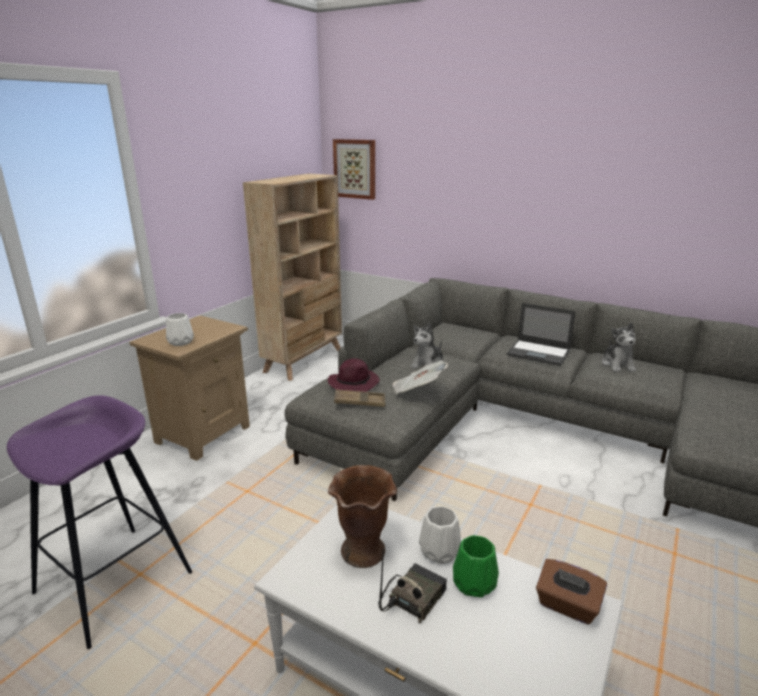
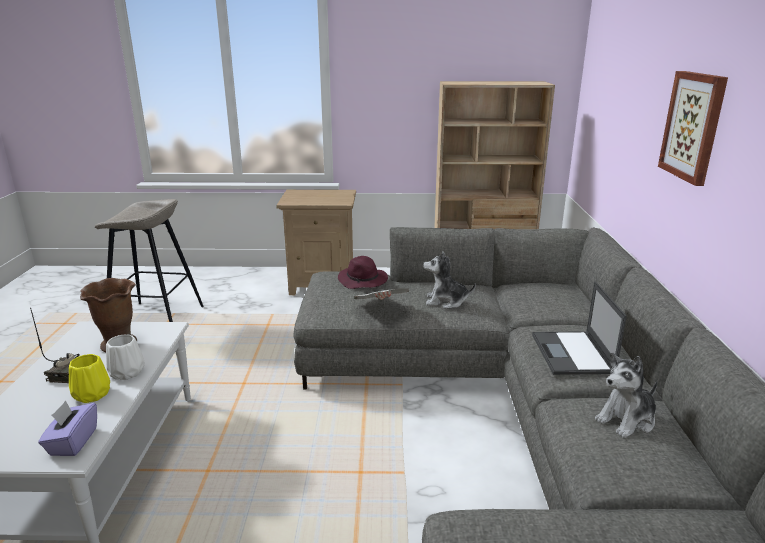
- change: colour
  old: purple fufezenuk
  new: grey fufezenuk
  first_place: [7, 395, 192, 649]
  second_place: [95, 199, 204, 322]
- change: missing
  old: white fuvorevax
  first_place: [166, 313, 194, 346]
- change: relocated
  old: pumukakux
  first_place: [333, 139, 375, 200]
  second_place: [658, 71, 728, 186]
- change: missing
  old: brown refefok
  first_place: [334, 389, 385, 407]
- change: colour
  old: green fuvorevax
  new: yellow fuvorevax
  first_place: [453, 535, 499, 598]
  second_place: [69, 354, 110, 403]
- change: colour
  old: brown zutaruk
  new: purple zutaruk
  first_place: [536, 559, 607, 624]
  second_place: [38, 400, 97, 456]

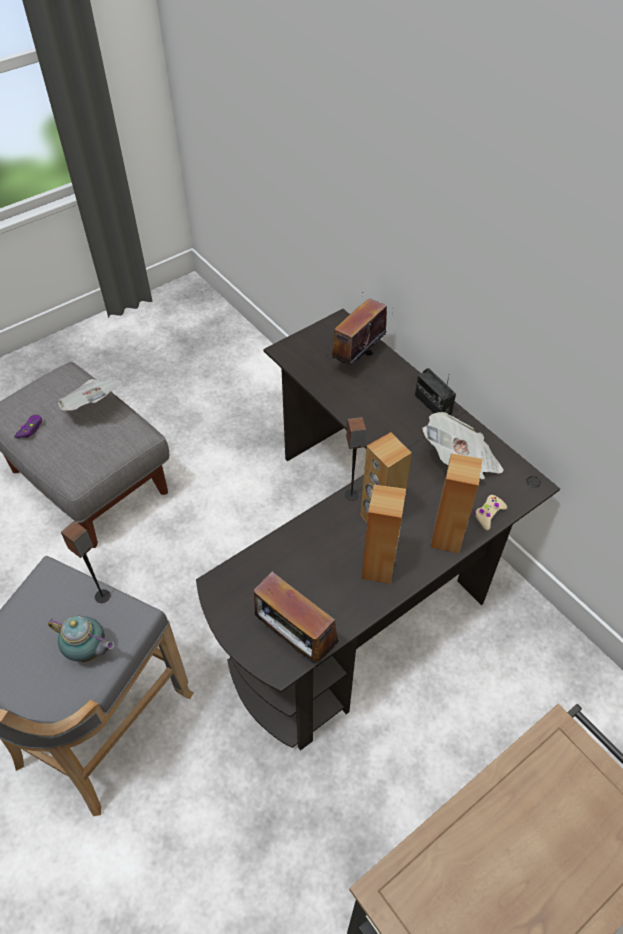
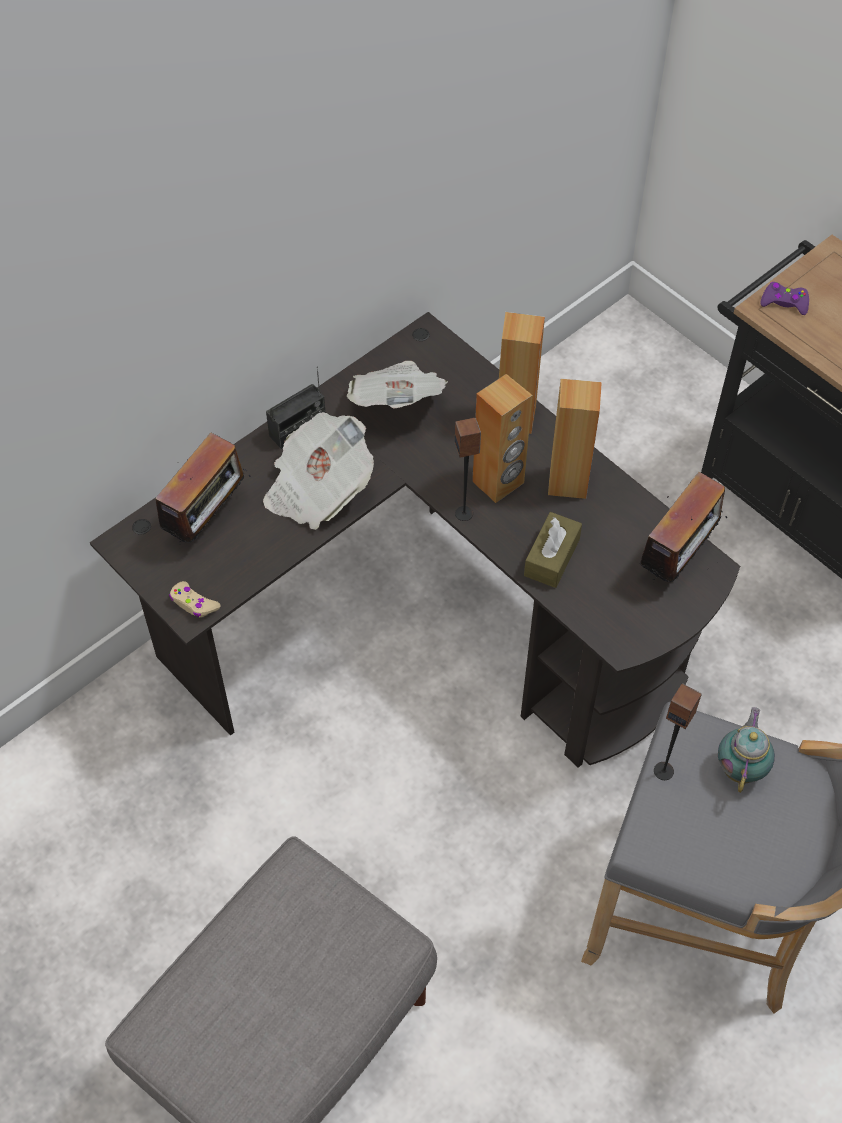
- change: relocated
  old: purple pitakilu
  first_place: [14, 415, 42, 438]
  second_place: [760, 282, 809, 315]
- change: relocated
  old: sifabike
  first_place: [58, 379, 122, 411]
  second_place: [263, 412, 374, 530]
- change: spun
  old: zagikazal
  first_place: [327, 292, 387, 365]
  second_place: [147, 433, 251, 543]
  degrees: -90
- change: relocated
  old: beige pitakilu
  first_place: [474, 495, 507, 530]
  second_place: [169, 581, 221, 617]
- change: appeared
  new: brown zutaruk
  second_place: [524, 512, 582, 588]

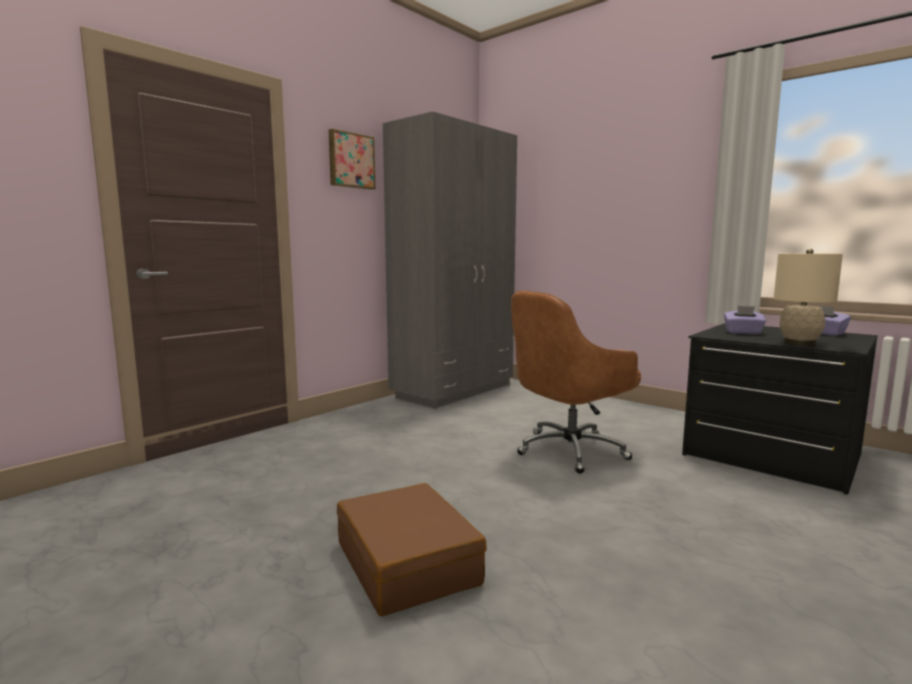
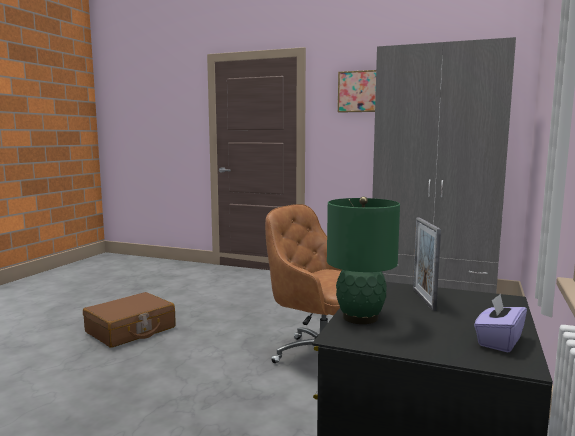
- change: exchanged
  old: purple zutaruk
  new: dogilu
  first_place: [724, 306, 766, 334]
  second_place: [413, 217, 441, 311]
- change: colour
  old: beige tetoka
  new: green tetoka
  first_place: [774, 249, 843, 346]
  second_place: [327, 196, 400, 324]

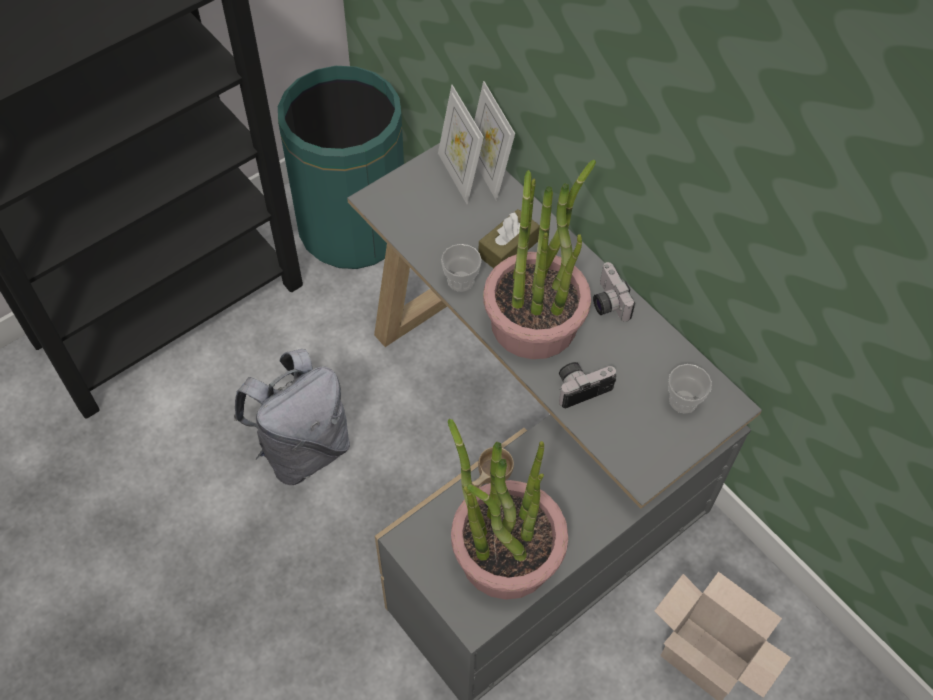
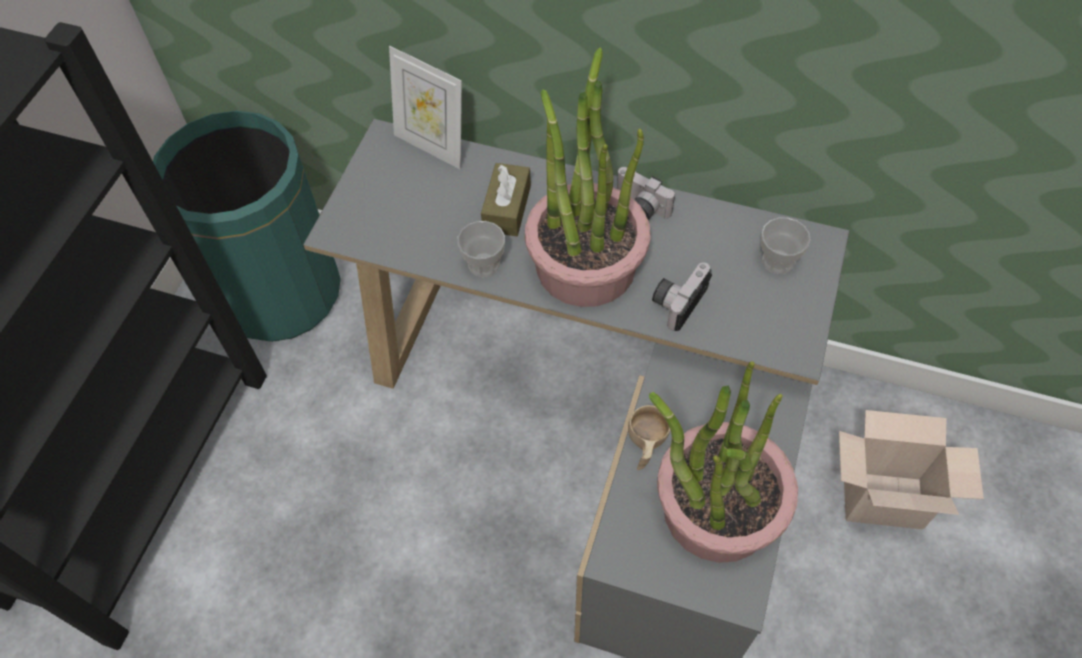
- change: missing
  old: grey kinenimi
  first_place: [234, 349, 350, 485]
- change: missing
  old: dogilu
  first_place: [438, 85, 484, 204]

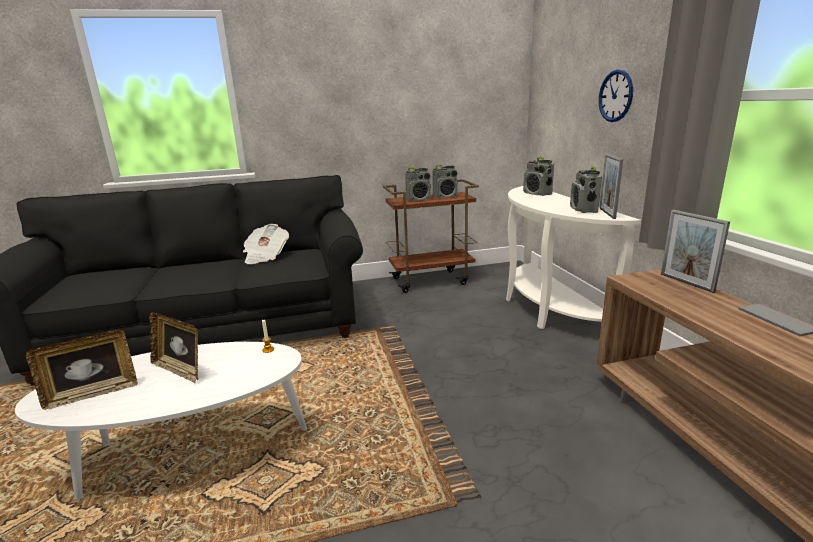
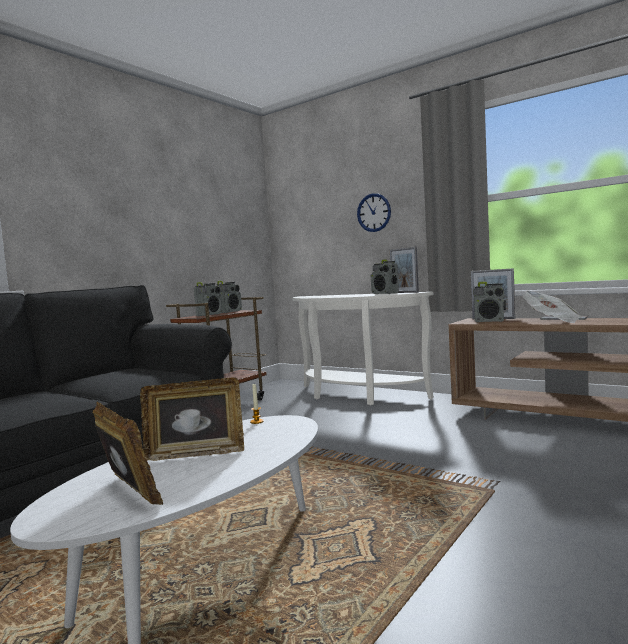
- change: spun
  old: dogilu
  first_place: [26, 329, 138, 410]
  second_place: [92, 401, 163, 505]
  degrees: -60
- change: relocated
  old: sifabike
  first_place: [243, 224, 289, 264]
  second_place: [523, 291, 582, 323]
- change: relocated
  old: zagikazal
  first_place: [523, 157, 554, 196]
  second_place: [473, 282, 506, 322]

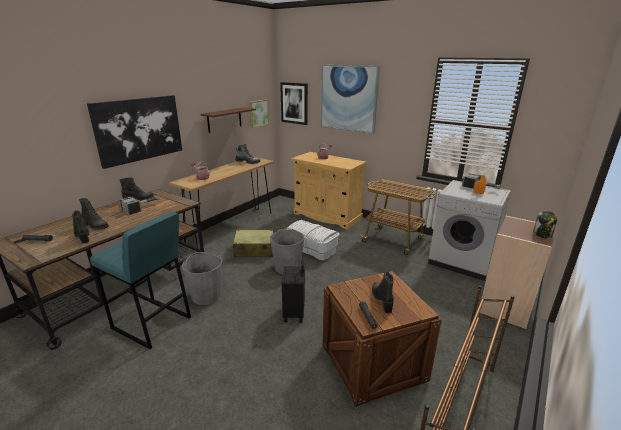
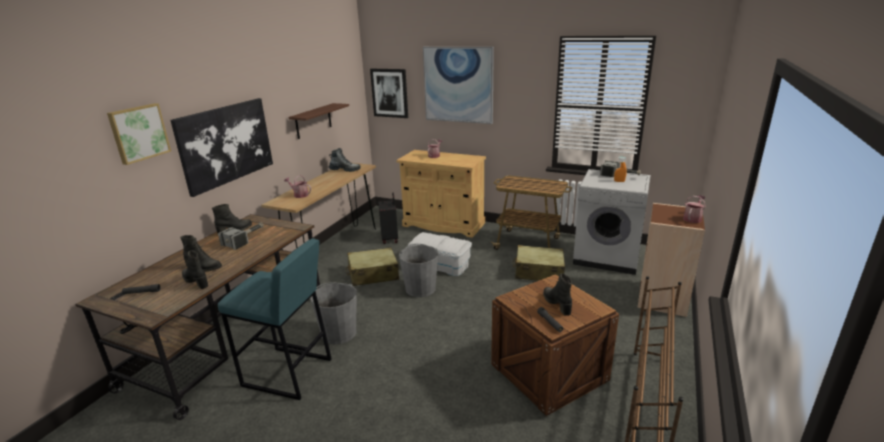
- change: relocated
  old: pumukakux
  first_place: [249, 99, 269, 128]
  second_place: [107, 103, 171, 165]
- change: relocated
  old: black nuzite
  first_place: [282, 259, 305, 323]
  second_place: [378, 193, 398, 244]
- change: exchanged
  old: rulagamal
  new: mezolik
  first_place: [533, 211, 557, 238]
  second_place: [683, 195, 706, 223]
- change: appeared
  new: beige nuzite
  second_place: [513, 245, 565, 281]

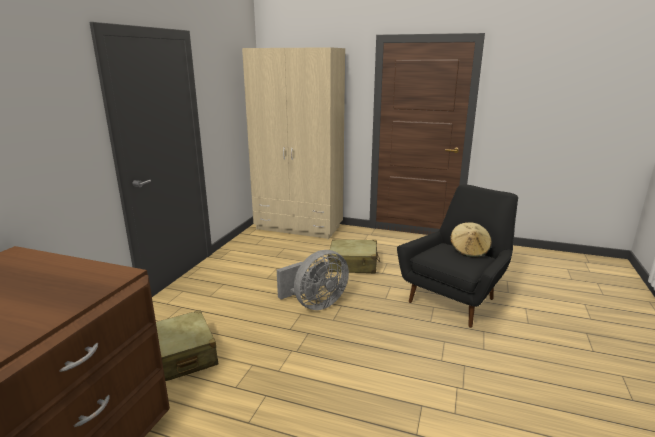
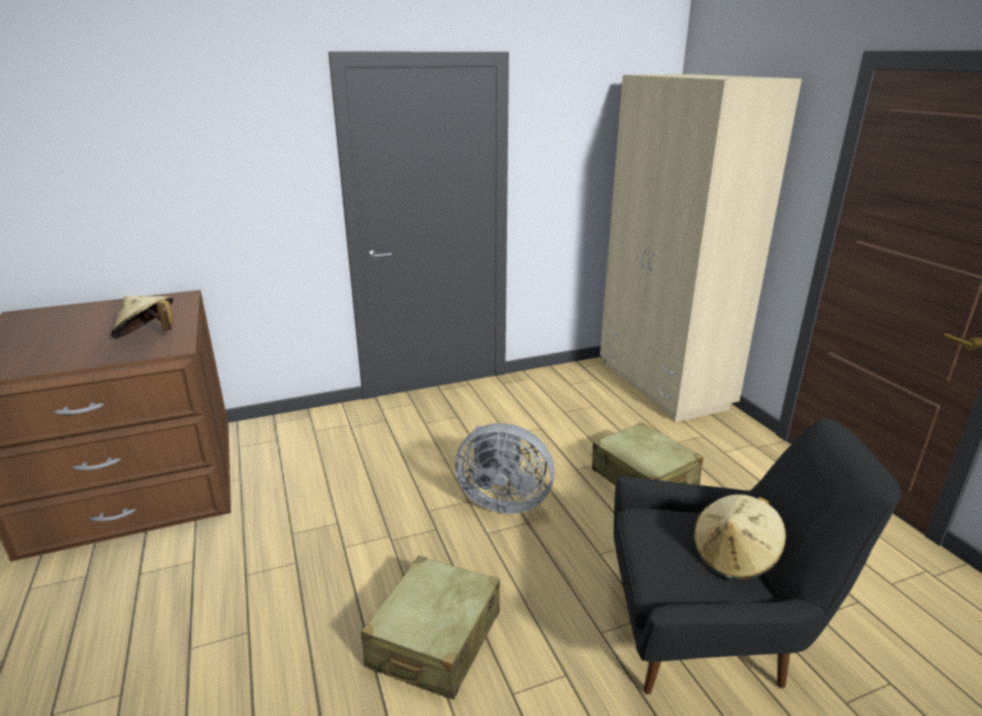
- change: relocated
  old: beige nuzite
  first_place: [156, 310, 219, 381]
  second_place: [361, 556, 500, 700]
- change: appeared
  new: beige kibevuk
  second_place: [111, 295, 173, 338]

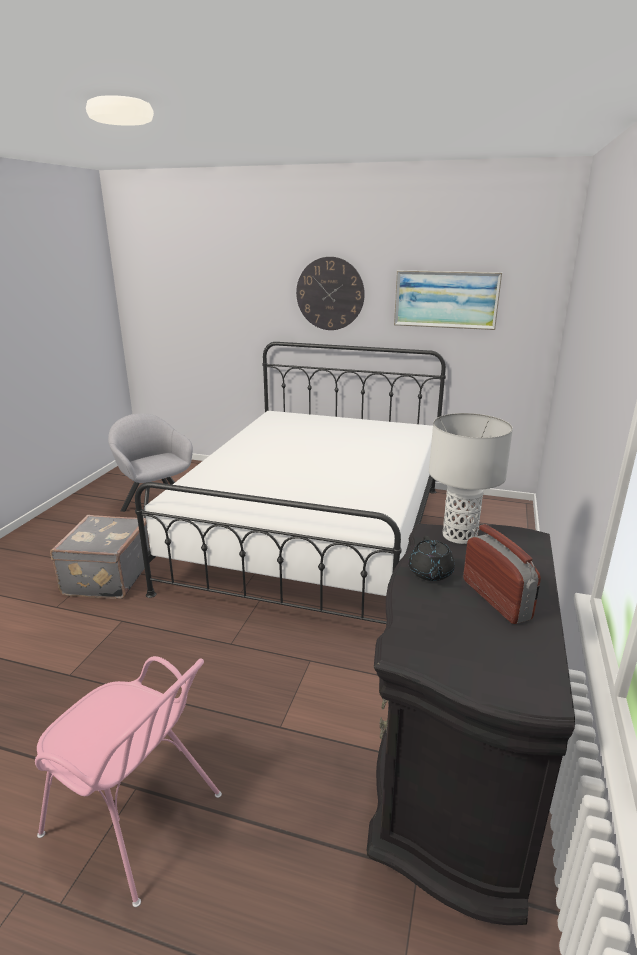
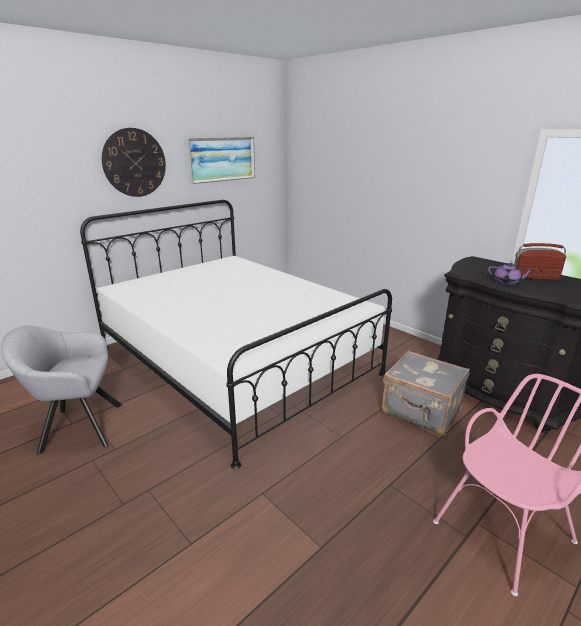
- change: relocated
  old: grey nuzite
  first_place: [50, 515, 150, 599]
  second_place: [382, 351, 470, 436]
- change: colour
  old: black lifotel
  new: purple lifotel
  first_place: [408, 536, 455, 581]
  second_place: [488, 263, 534, 285]
- change: missing
  old: white tetoka
  first_place: [429, 413, 513, 544]

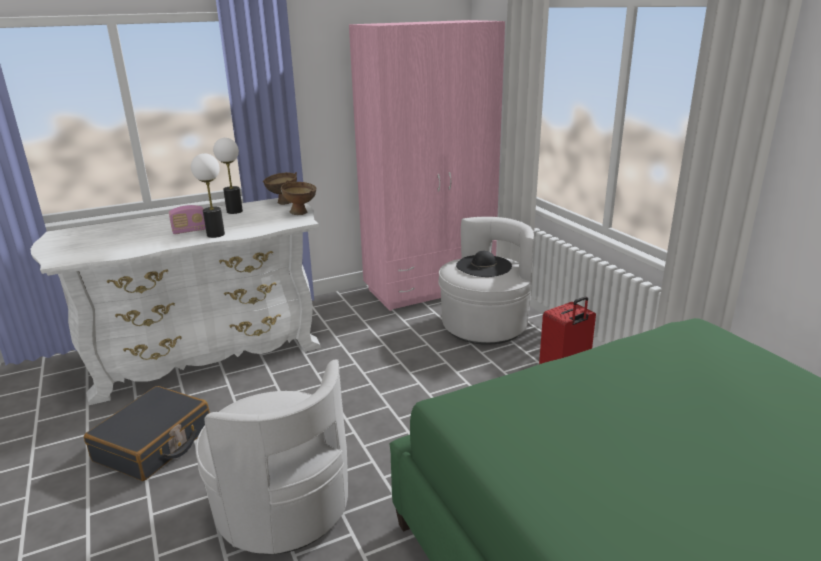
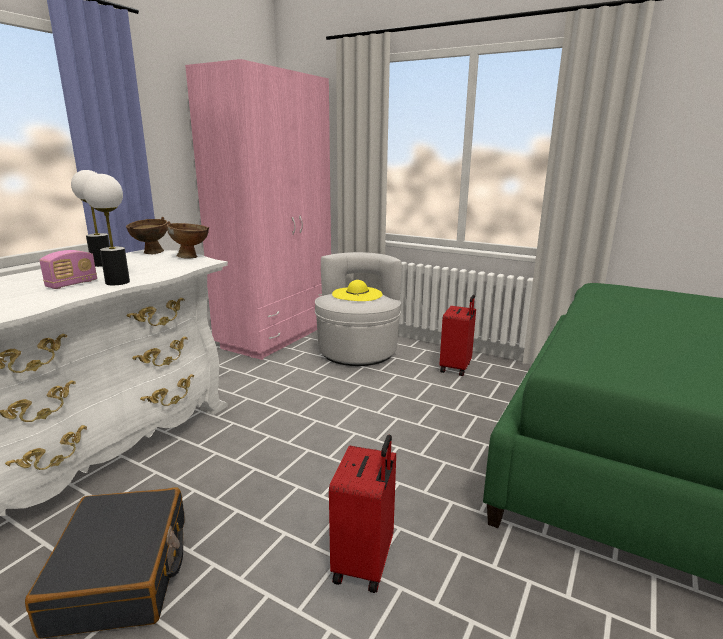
- change: exchanged
  old: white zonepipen
  new: red nuzite
  first_place: [196, 359, 348, 554]
  second_place: [329, 435, 396, 593]
- change: colour
  old: black kibevuk
  new: yellow kibevuk
  first_place: [456, 251, 512, 277]
  second_place: [332, 280, 383, 301]

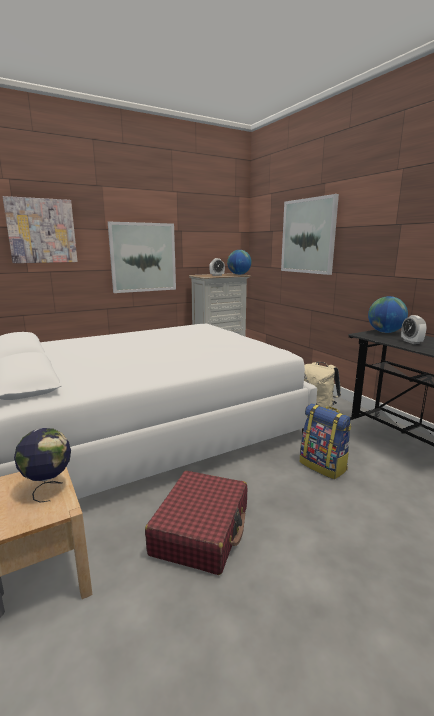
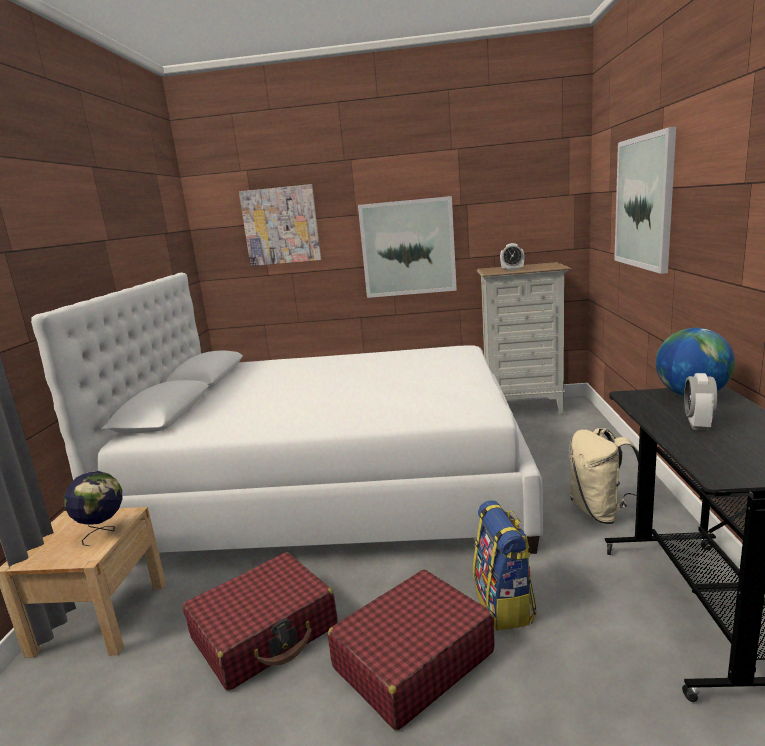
- change: missing
  old: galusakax
  first_place: [227, 250, 252, 275]
- change: appeared
  new: red nuzite
  second_place: [328, 569, 495, 730]

